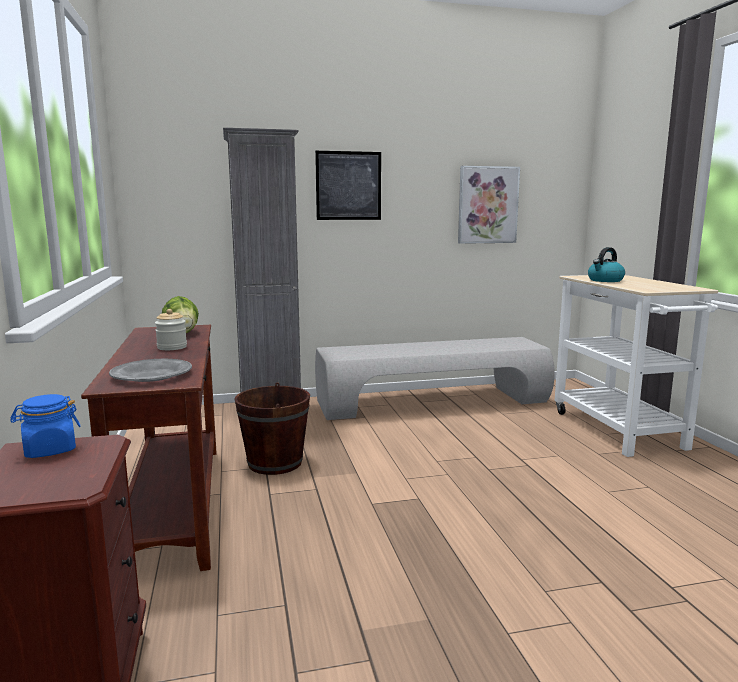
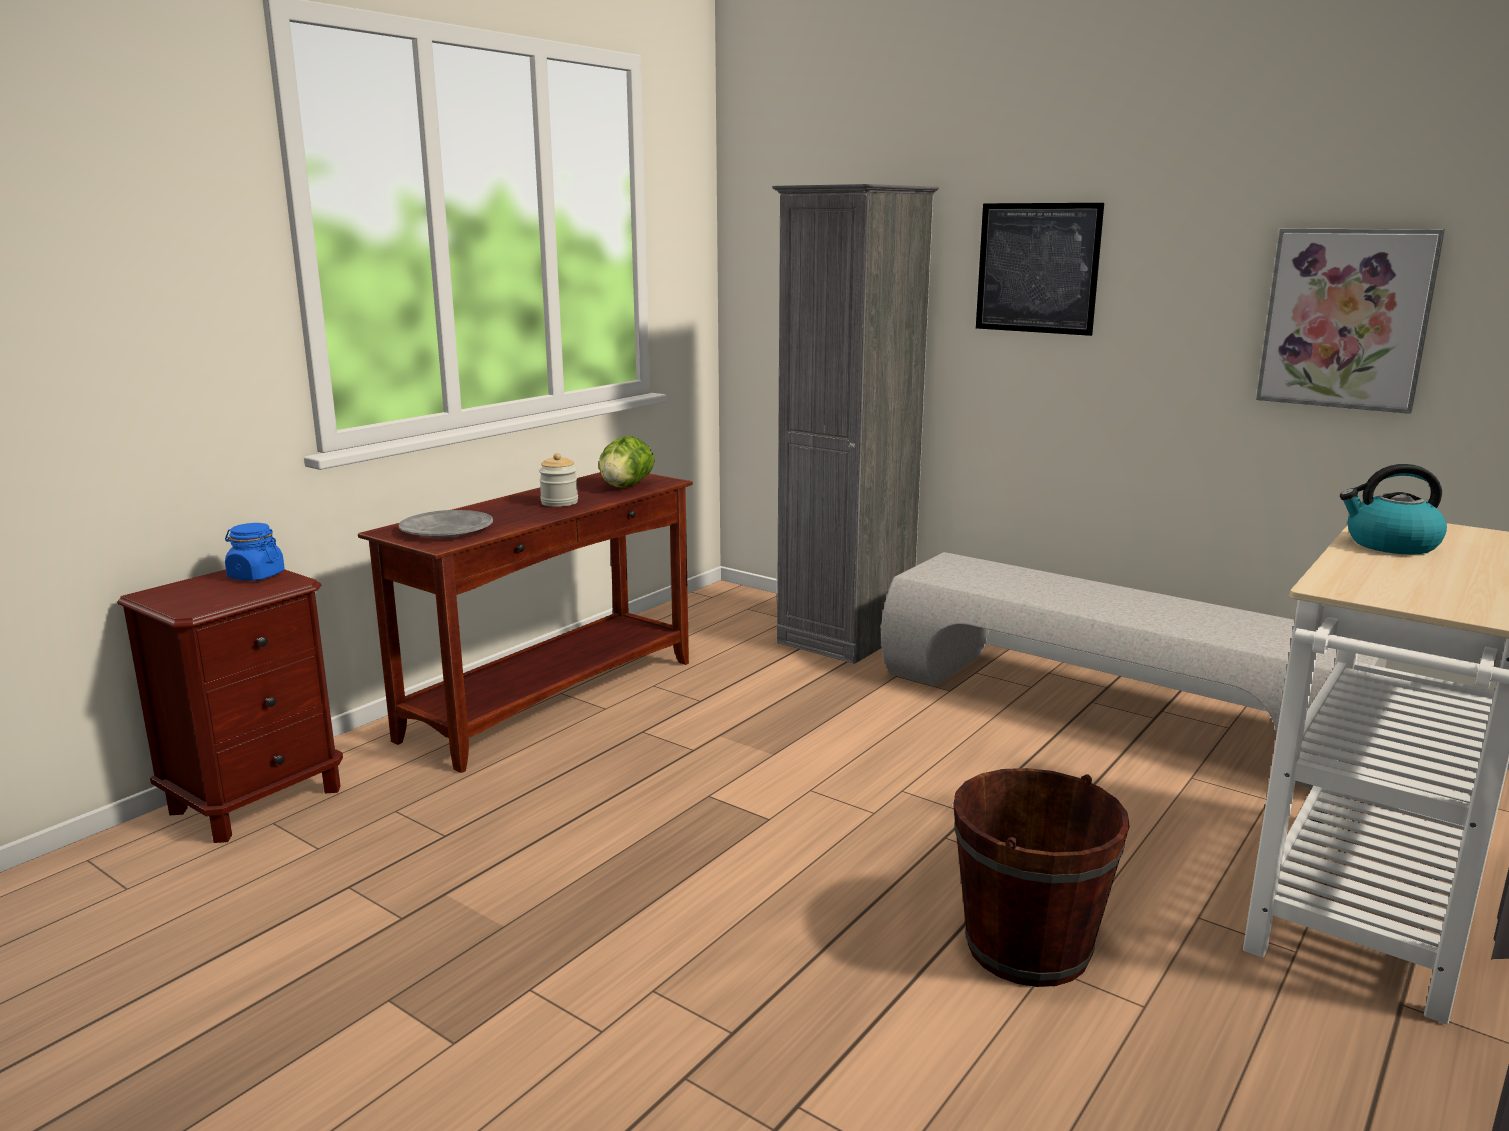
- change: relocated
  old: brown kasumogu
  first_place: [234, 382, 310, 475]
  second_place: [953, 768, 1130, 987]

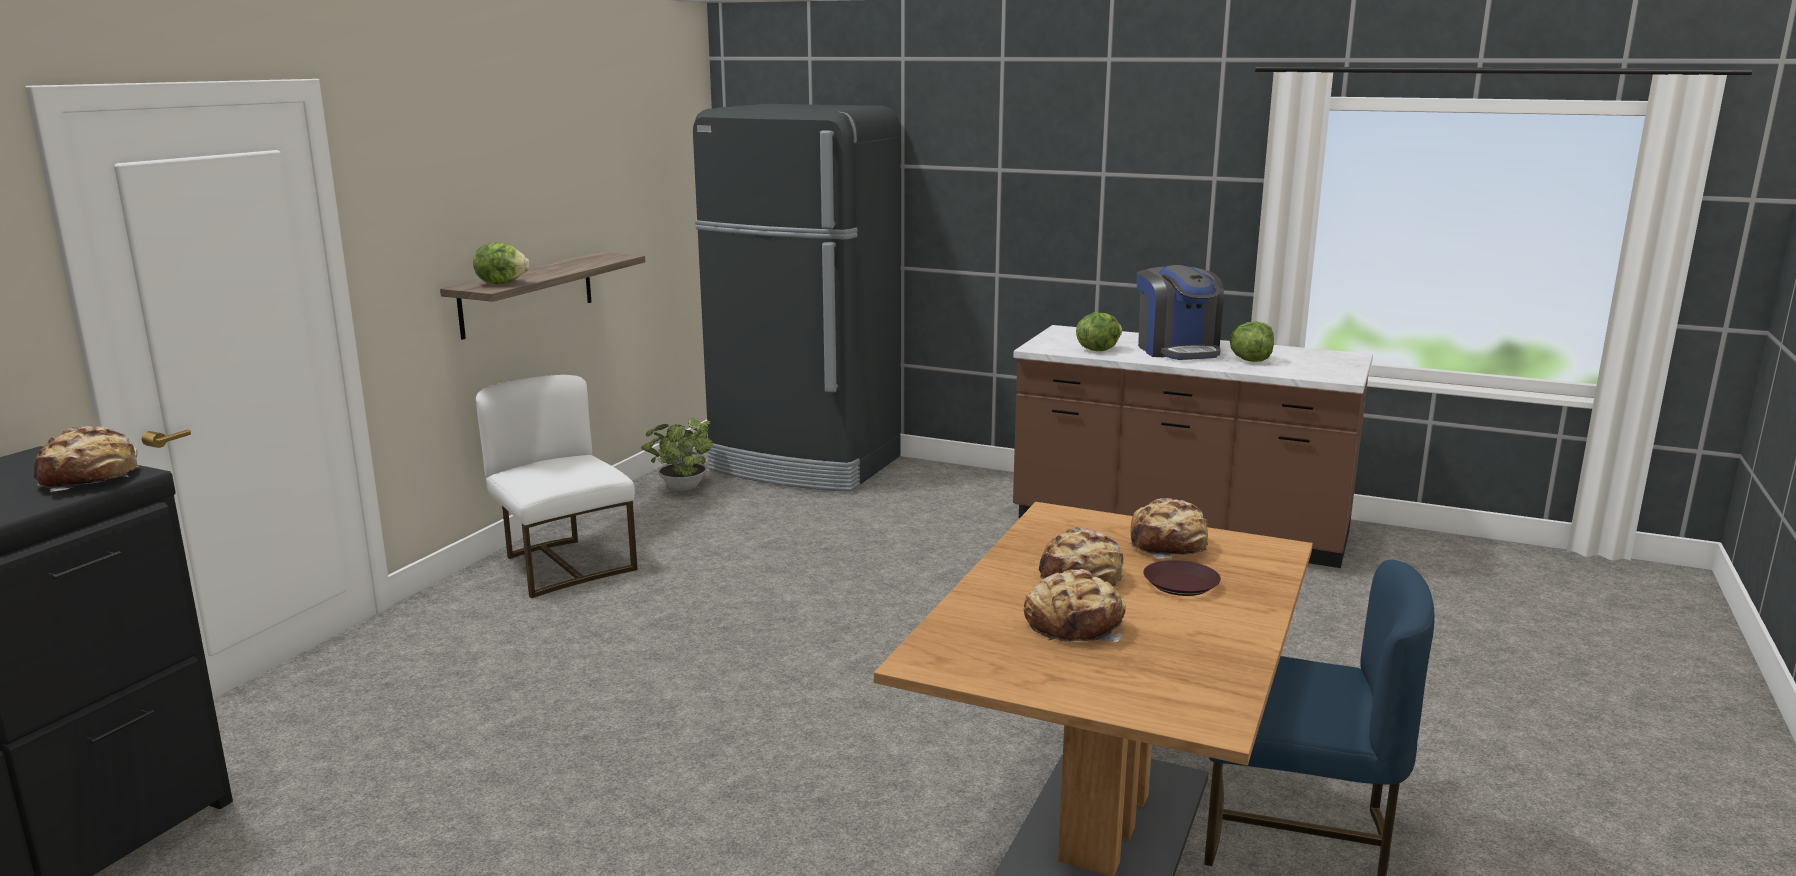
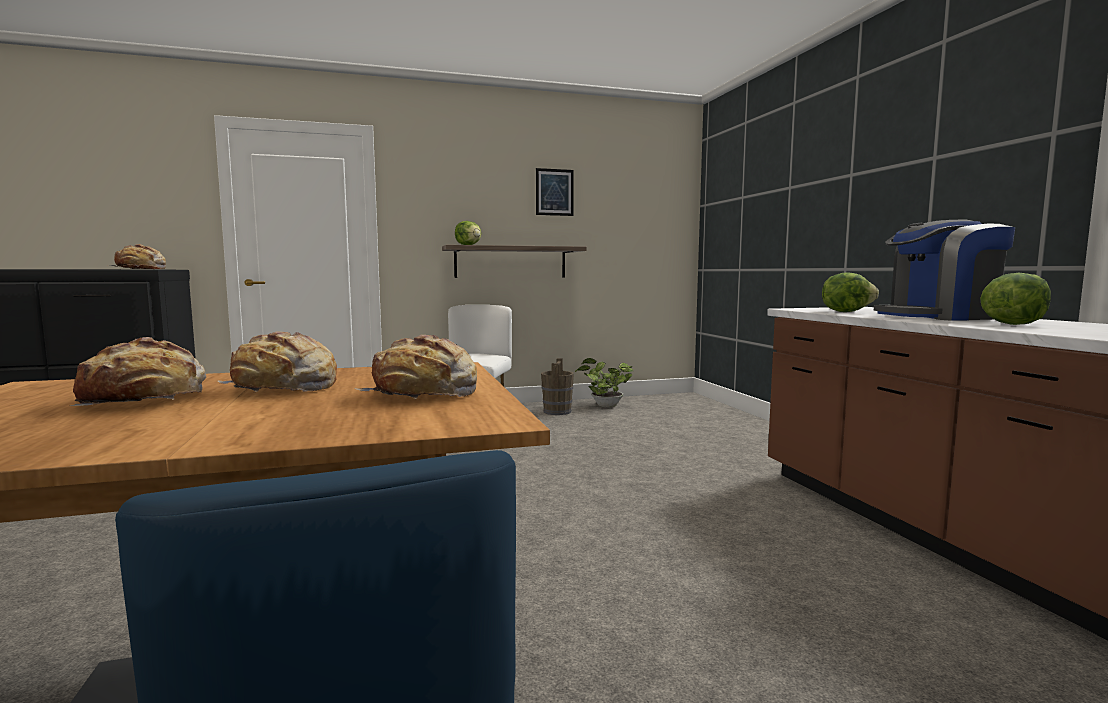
- change: missing
  old: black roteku
  first_place: [693, 104, 901, 492]
- change: spun
  old: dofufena
  first_place: [1137, 265, 1224, 360]
  second_place: [874, 220, 1015, 321]
  degrees: 45
- change: missing
  old: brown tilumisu
  first_place: [1143, 560, 1221, 596]
- change: appeared
  new: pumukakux
  second_place: [536, 168, 574, 216]
- change: appeared
  new: brown kasumogu
  second_place: [541, 358, 574, 415]

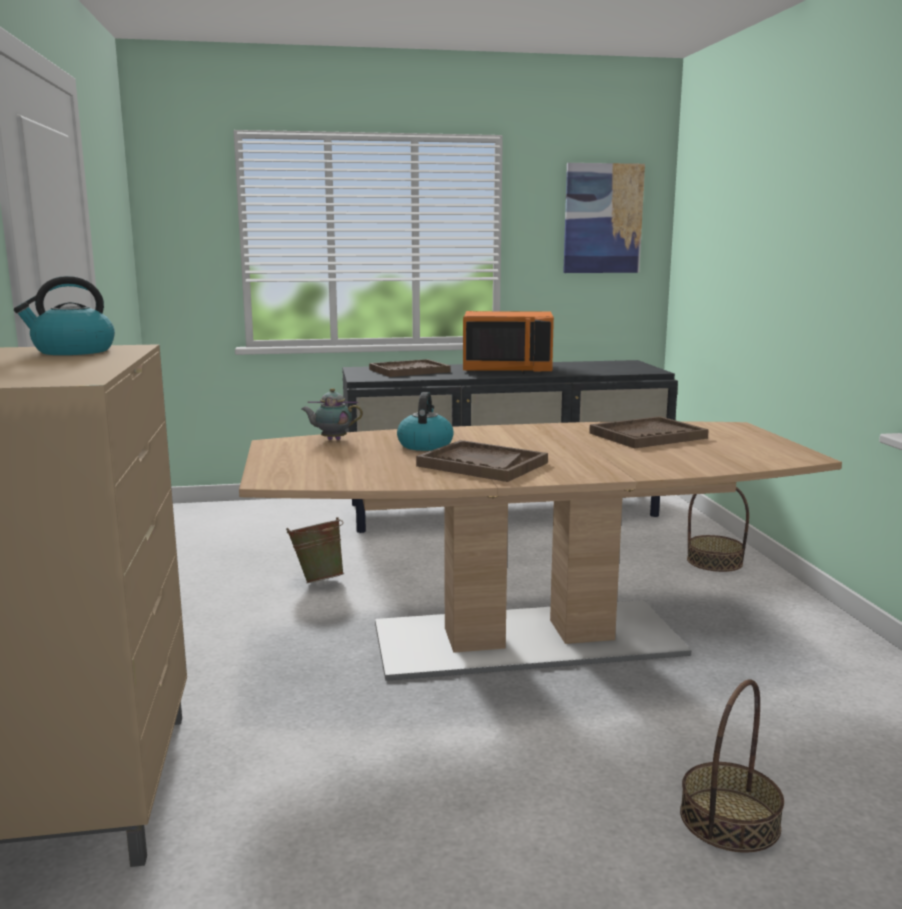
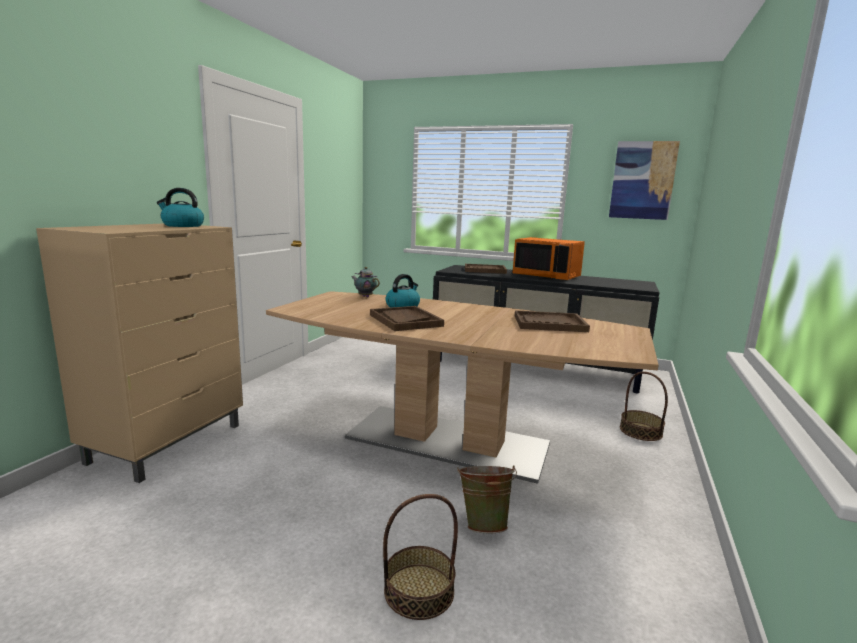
- change: relocated
  old: green kasumogu
  first_place: [286, 517, 344, 583]
  second_place: [457, 465, 517, 533]

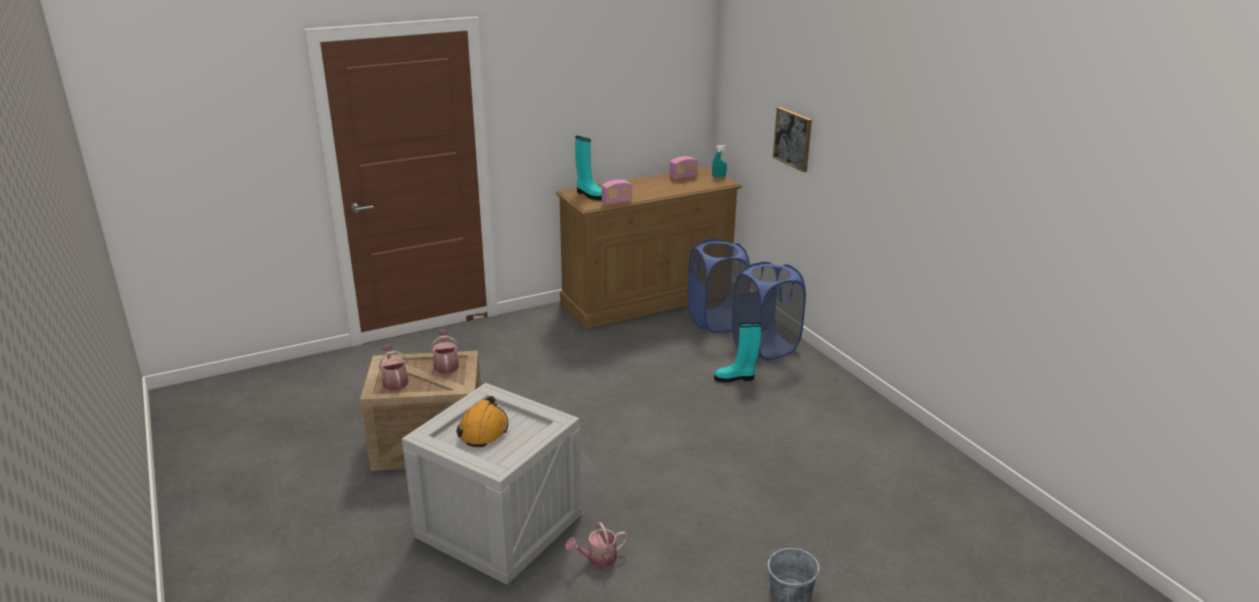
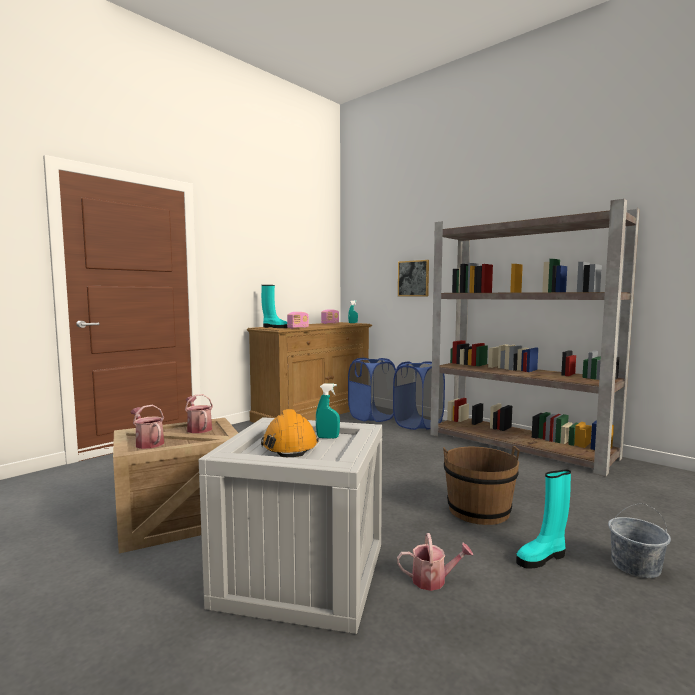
- change: spun
  old: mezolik
  first_place: [566, 522, 628, 568]
  second_place: [397, 533, 473, 591]
  degrees: -135
- change: relocated
  old: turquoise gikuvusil
  first_place: [714, 323, 761, 382]
  second_place: [516, 469, 571, 569]
- change: appeared
  new: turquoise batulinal
  second_place: [316, 384, 340, 439]
- change: appeared
  new: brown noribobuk
  second_place: [430, 199, 640, 477]
- change: appeared
  new: brown kasumogu
  second_place: [443, 446, 520, 525]

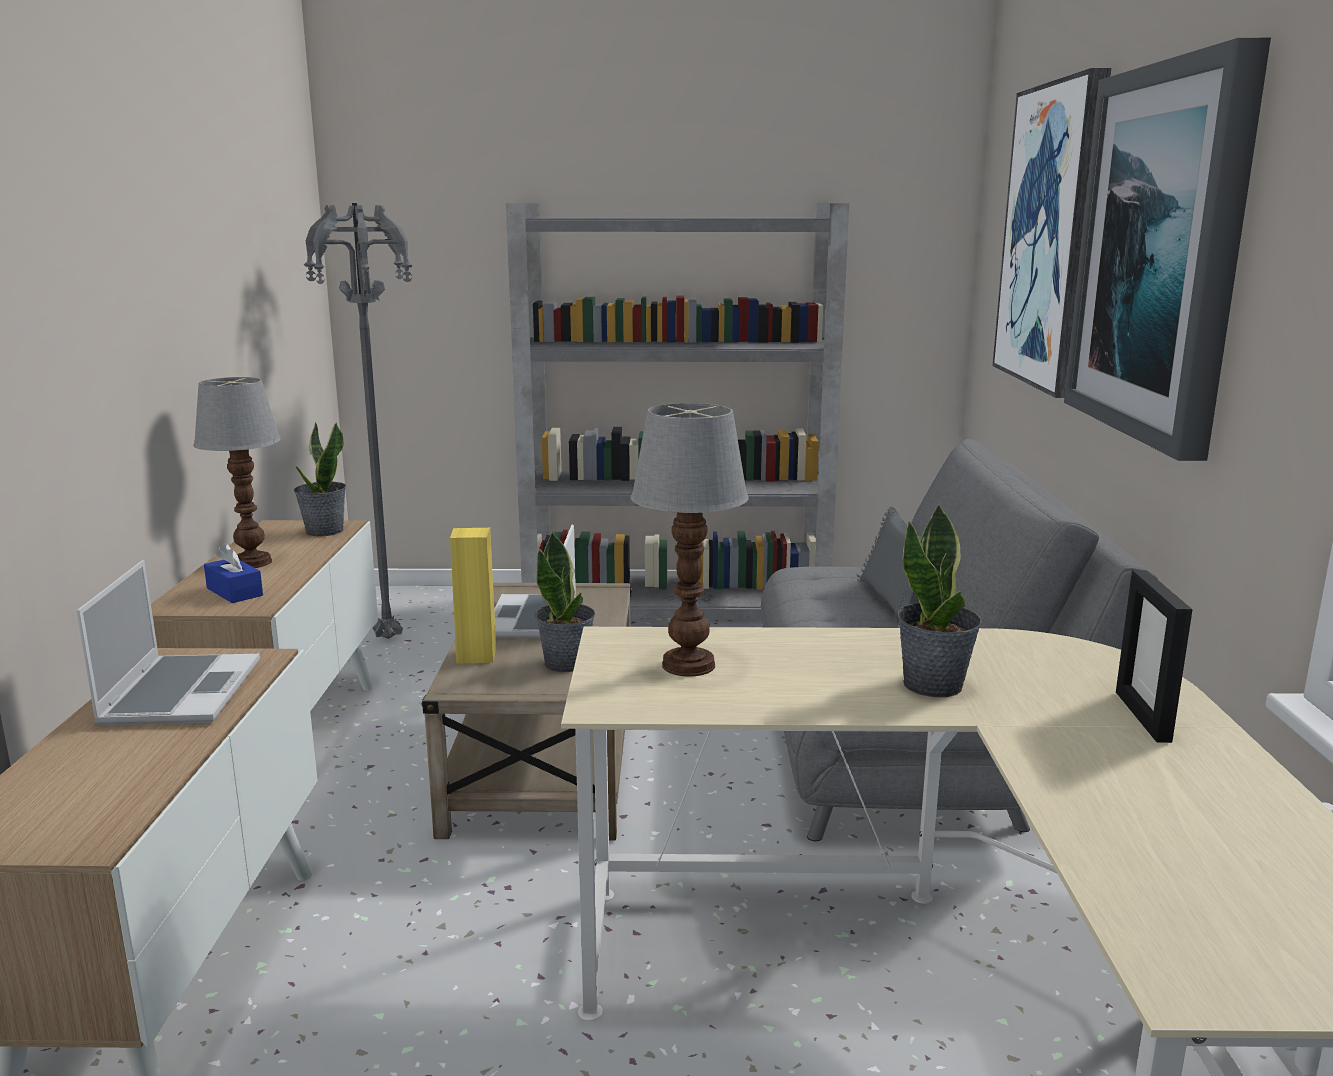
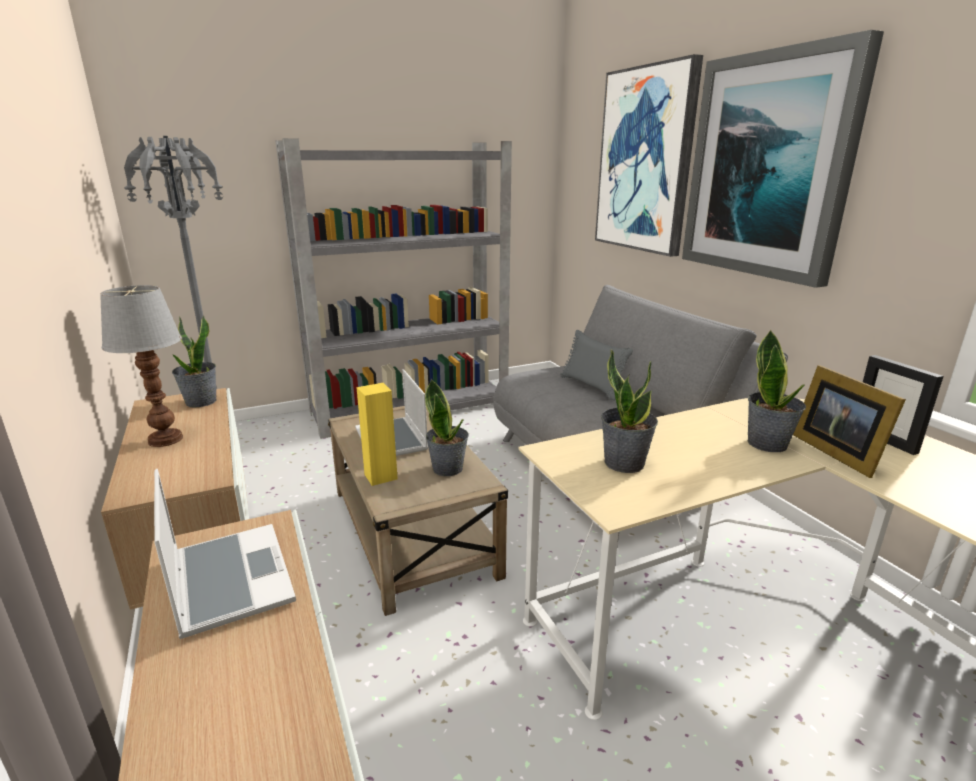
- change: missing
  old: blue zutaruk
  first_place: [204, 543, 263, 603]
- change: exchanged
  old: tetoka
  new: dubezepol
  first_place: [631, 403, 749, 677]
  second_place: [601, 349, 658, 473]
- change: appeared
  new: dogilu
  second_place: [793, 365, 906, 478]

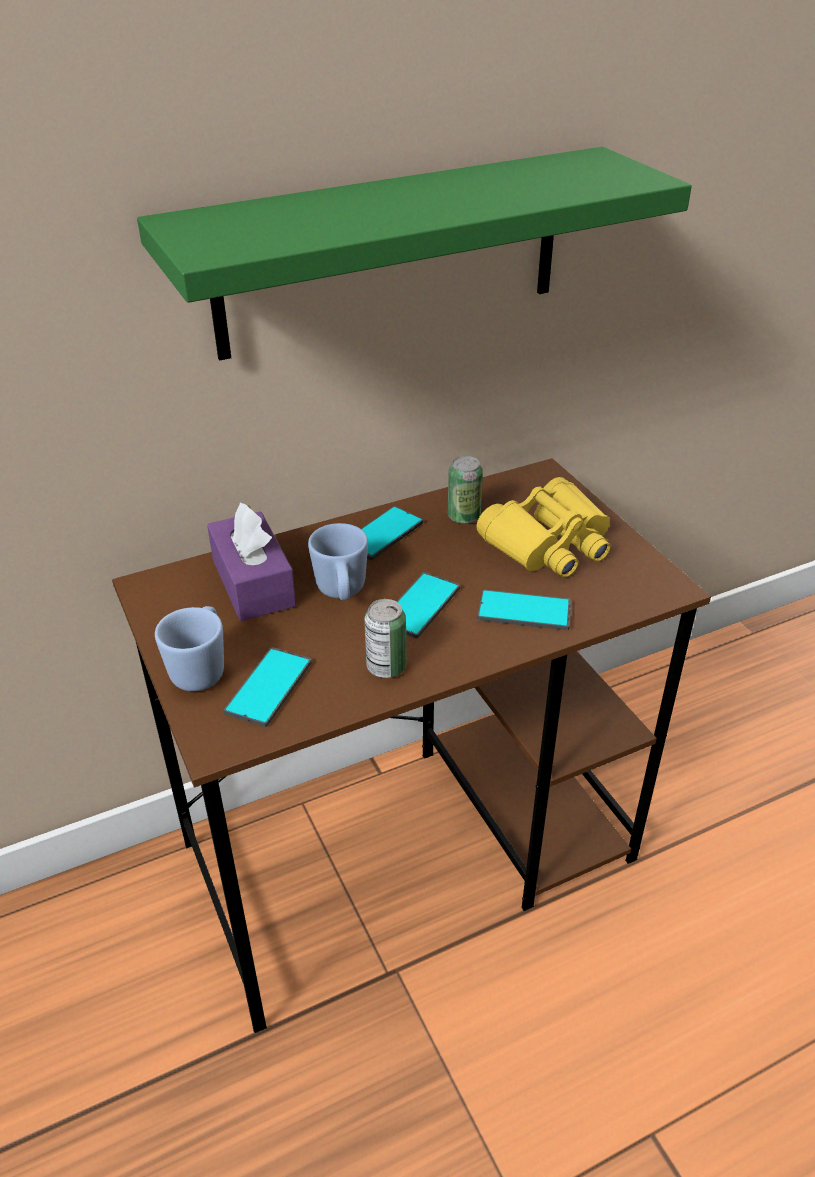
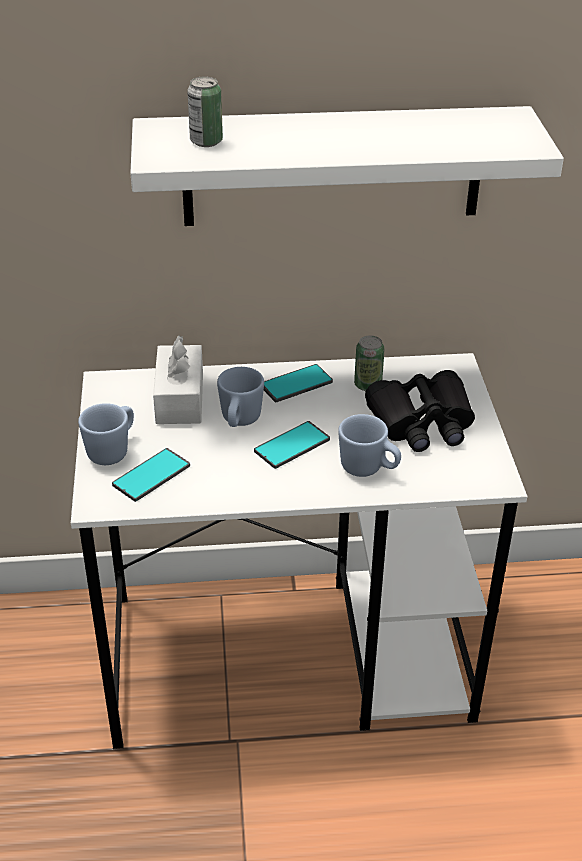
- change: colour
  old: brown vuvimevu
  new: white vuvimevu
  first_place: [112, 458, 711, 1033]
  second_place: [71, 353, 527, 749]
- change: colour
  old: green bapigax
  new: white bapigax
  first_place: [137, 147, 692, 360]
  second_place: [130, 106, 564, 226]
- change: colour
  old: purple zutaruk
  new: white zutaruk
  first_place: [207, 503, 296, 621]
  second_place: [153, 335, 203, 424]
- change: relocated
  old: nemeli
  first_place: [364, 599, 406, 678]
  second_place: [187, 76, 223, 147]
- change: colour
  old: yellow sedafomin
  new: black sedafomin
  first_place: [476, 477, 611, 577]
  second_place: [365, 370, 475, 452]
- change: exchanged
  old: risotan
  new: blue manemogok
  first_place: [477, 589, 572, 630]
  second_place: [338, 414, 401, 477]

